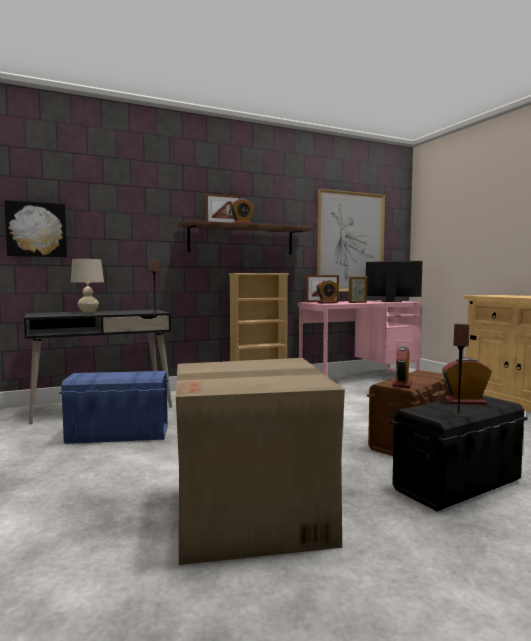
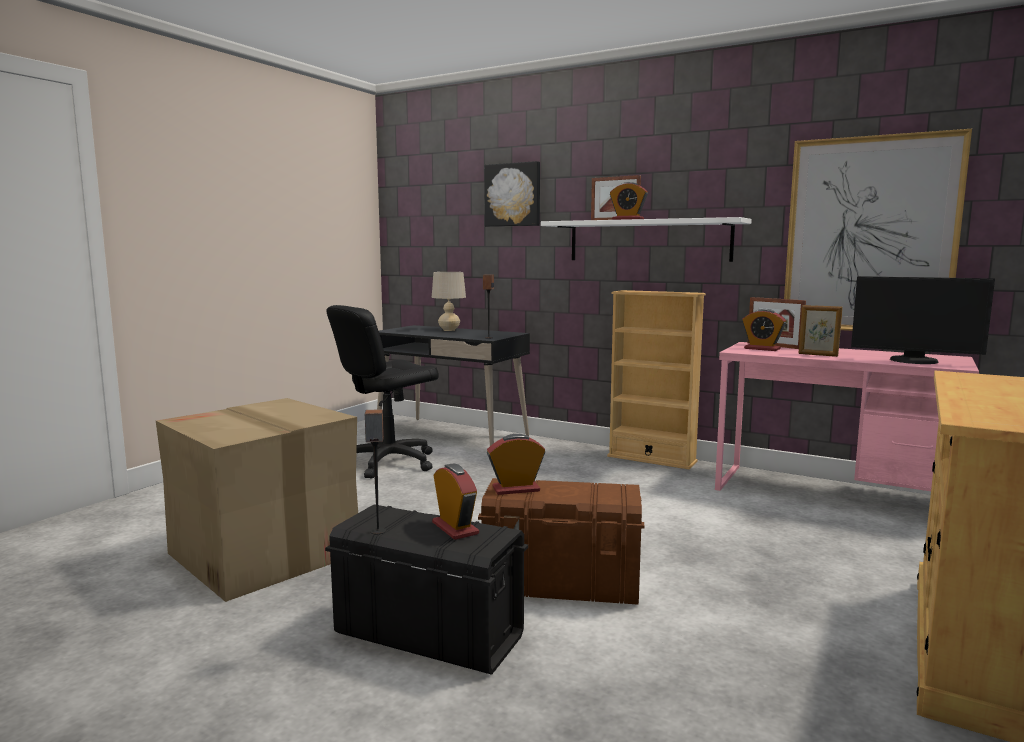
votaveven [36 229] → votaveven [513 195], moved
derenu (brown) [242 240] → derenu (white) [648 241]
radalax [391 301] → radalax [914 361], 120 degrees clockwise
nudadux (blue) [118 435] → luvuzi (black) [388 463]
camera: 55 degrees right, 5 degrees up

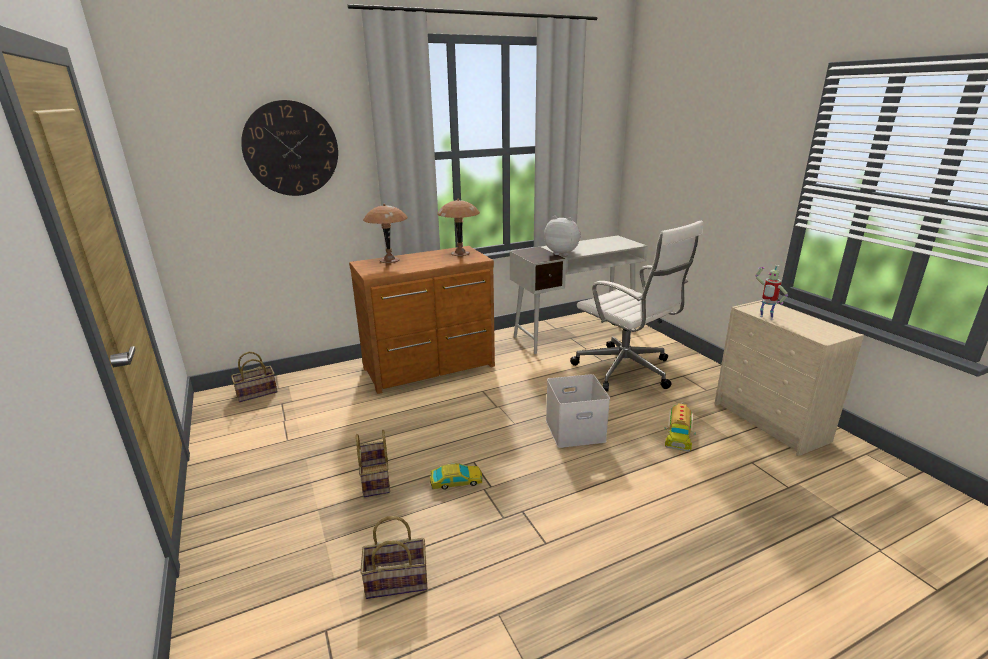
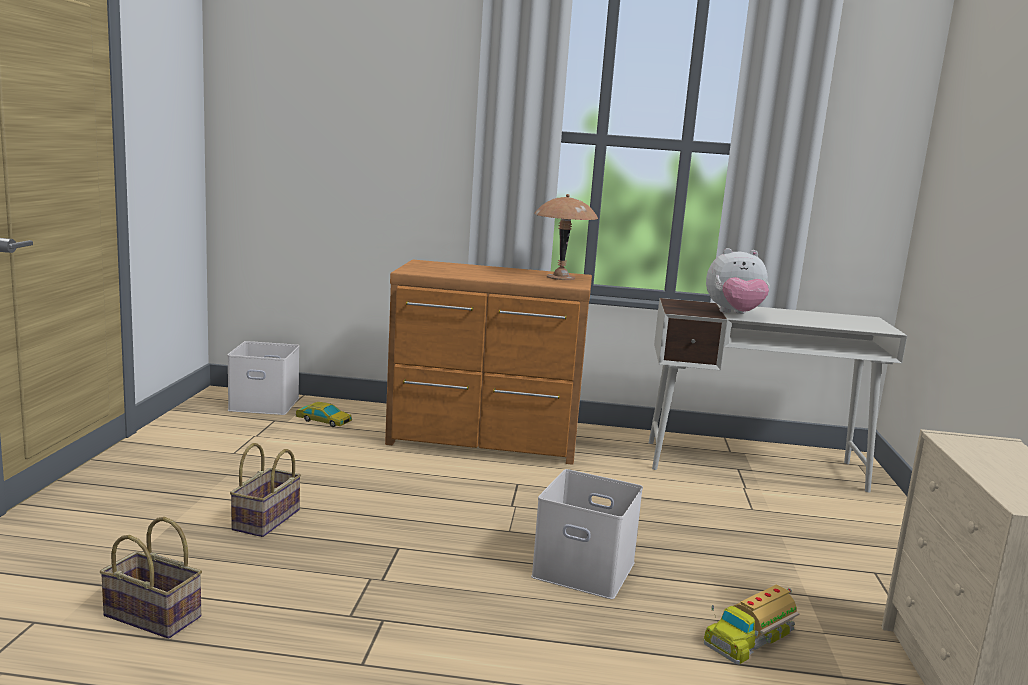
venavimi [291 149] → -
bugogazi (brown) [390 260] → -
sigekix [563 253] → sigekix [734 314], 120 degrees clockwise
luvuzi (white) [626 371] → -
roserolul [765 318] → -
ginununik [256 394] → nudadux (white) [262 404]
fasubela [456 481] → fasubela [323 421], moved
camera: 30 degrees right, 10 degrees down

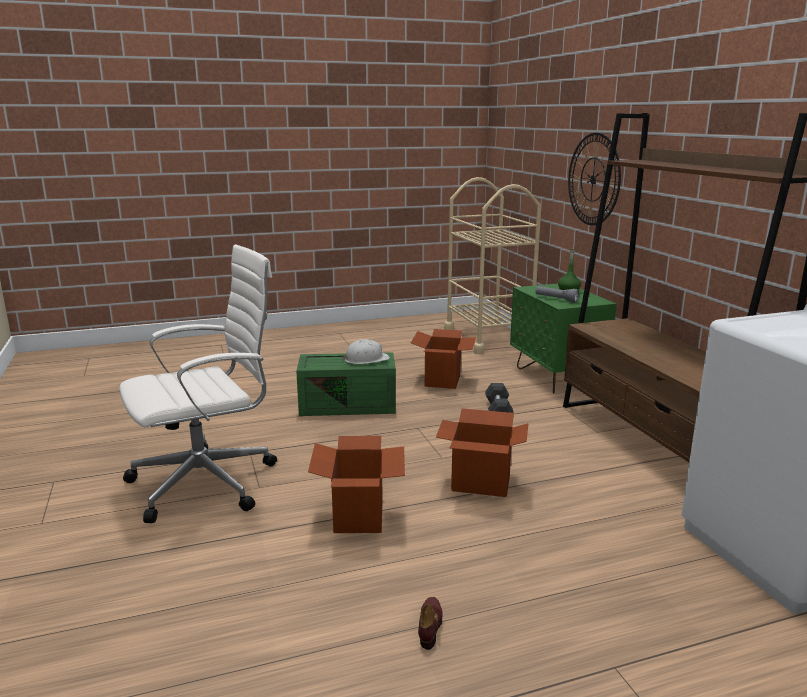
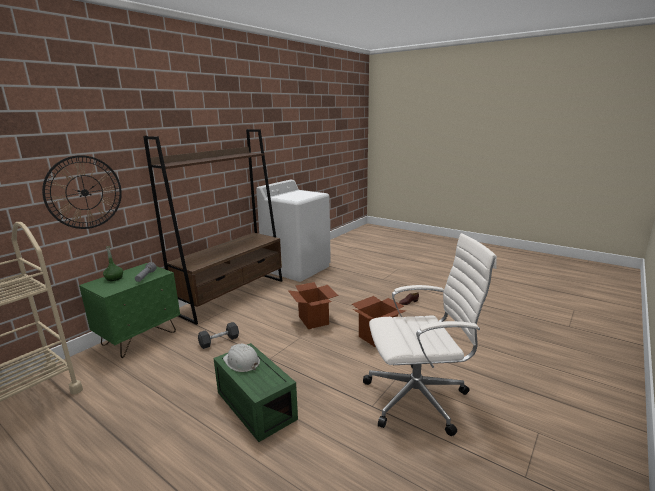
luvuzi (white) [208 482] → luvuzi (white) [419 398], 150 degrees clockwise
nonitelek [442 380] → -
camera: 125 degrees left, 0 degrees up

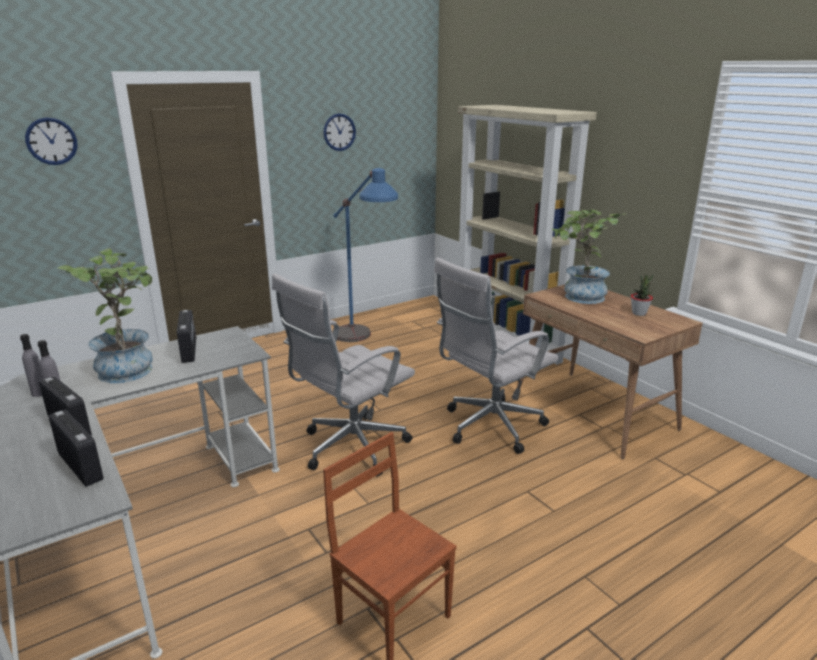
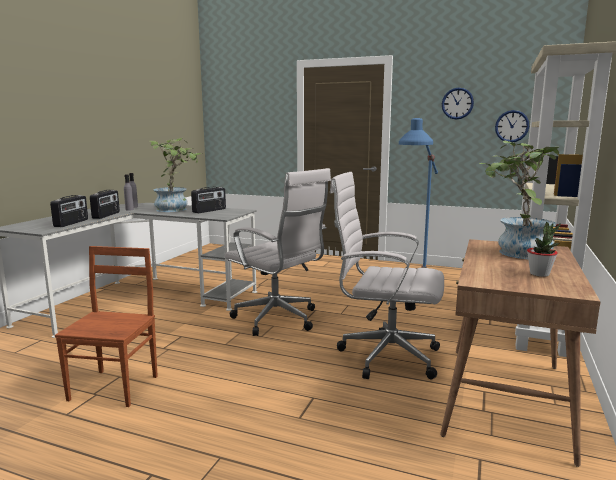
venavimi [51 141] → venavimi [512 126], moved
luvuzi (white) [350 448] → luvuzi (white) [279 320], 150 degrees counterclockwise
camera: 55 degrees right, 10 degrees down

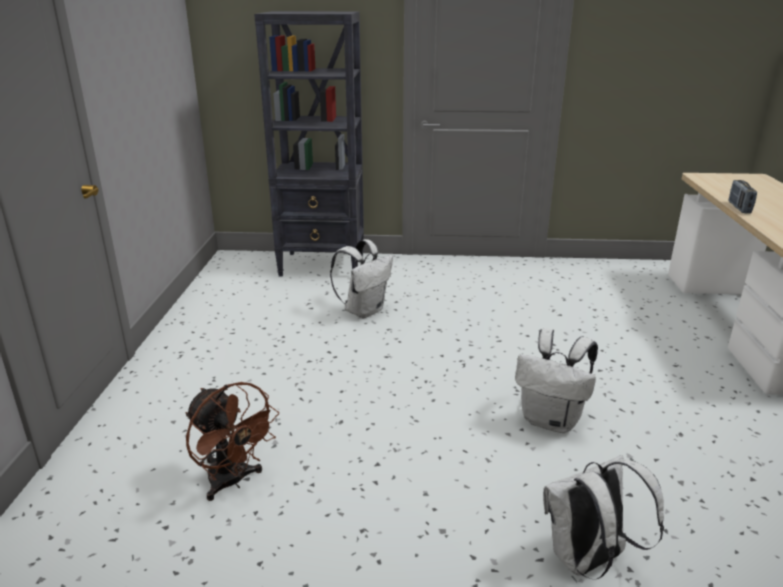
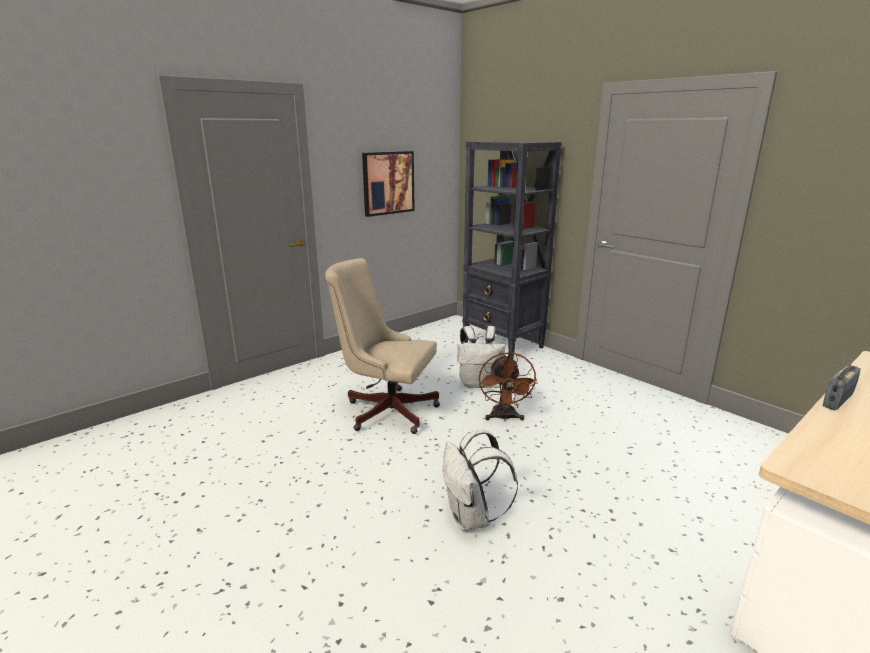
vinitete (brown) [233 482] → vinitete (brown) [504 418], moved
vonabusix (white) [587 560] → -
- → votaveven [388 183]
- → luvuzi (beige) [386 410]
camera: 45 degrees right, 5 degrees down

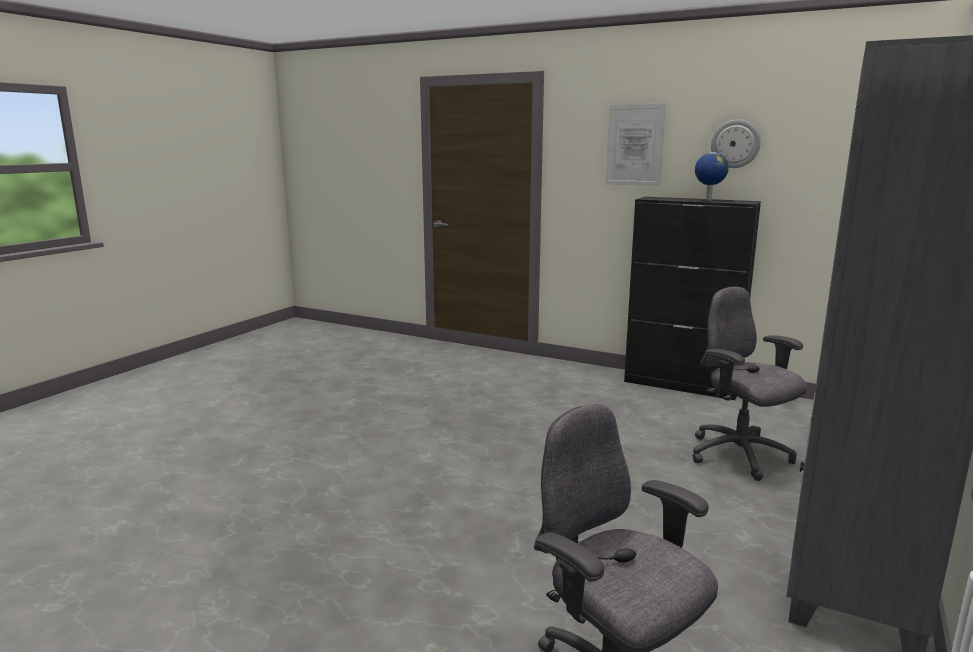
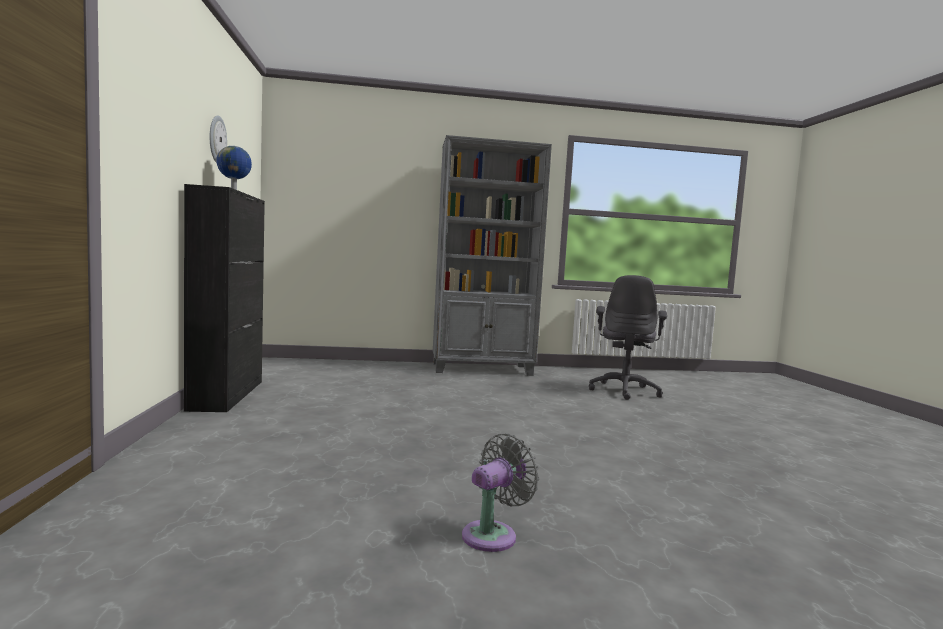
votaveven [635 145] → -
luvuzi (grey) [740 456] → -
- → vinitete (grey) [493 534]
camera: 125 degrees left, 10 degrees down

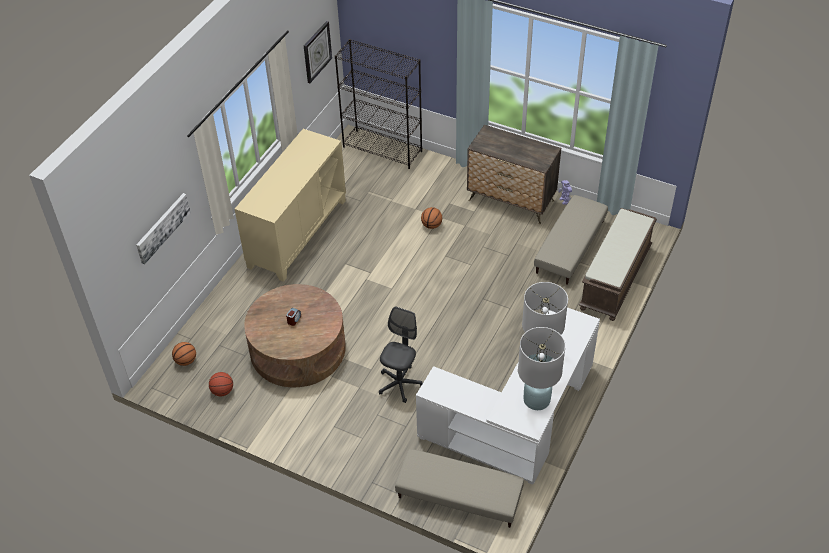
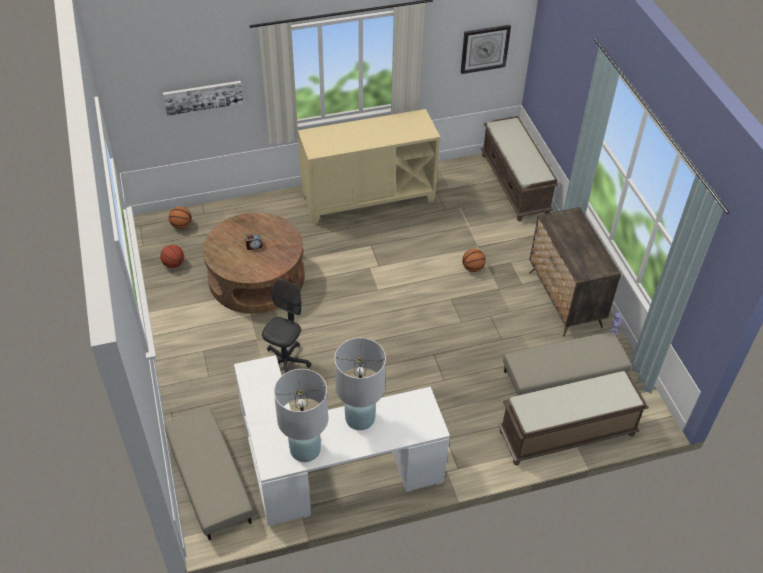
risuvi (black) [383 149] → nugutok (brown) [515 184]
luvuzi (grey) [400 384] → luvuzi (grey) [285 362], 45 degrees counterclockwise
camera: 45 degrees right, 0 degrees up

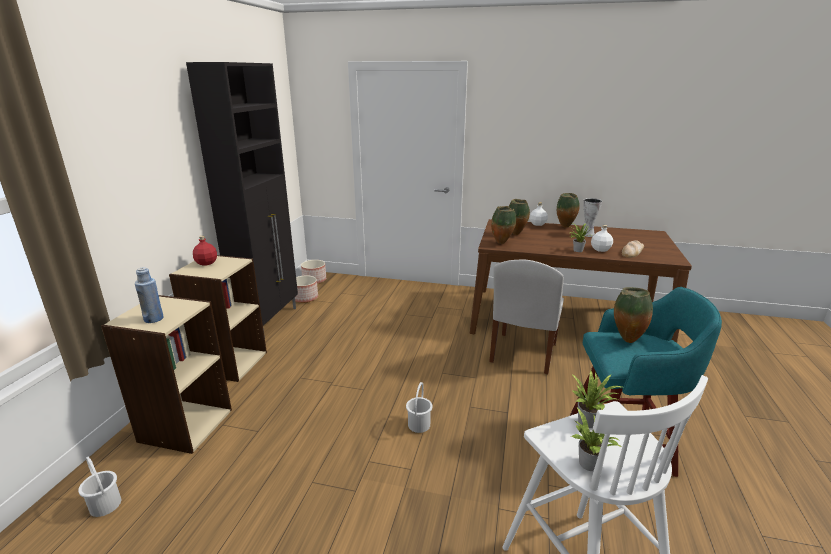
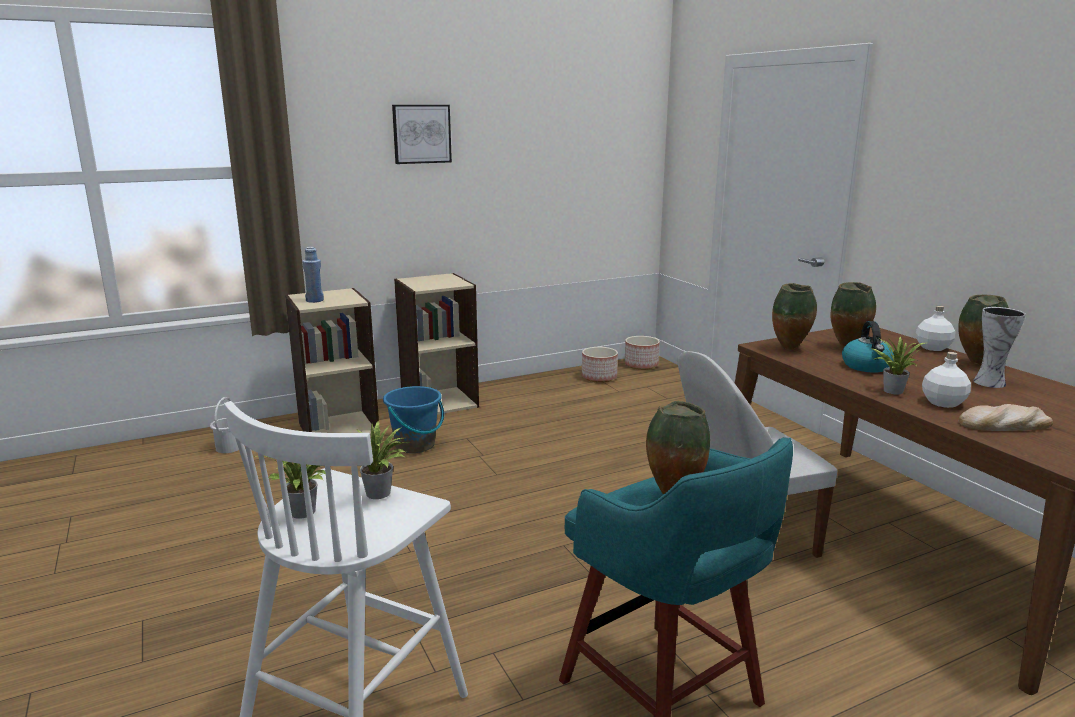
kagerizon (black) [269 321] → -
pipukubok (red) [206 263] → -
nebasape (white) [418 425] → -
- → votaveven [421 134]
- → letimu [867 366]
- → nebasape (blue) [415 445]
camera: 50 degrees right, 5 degrees down

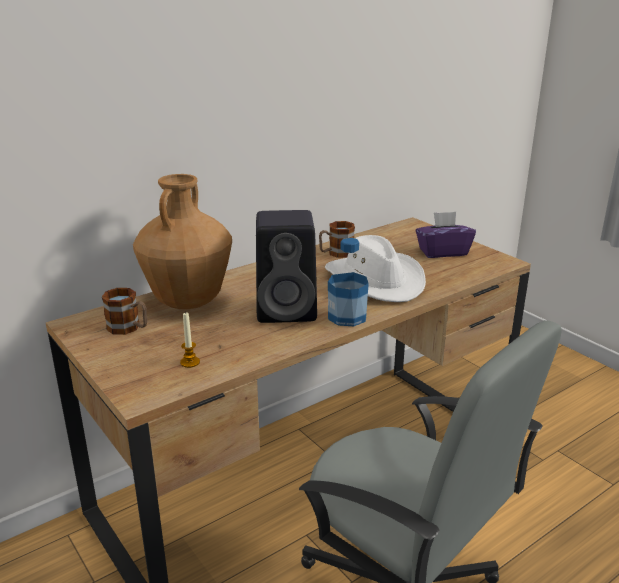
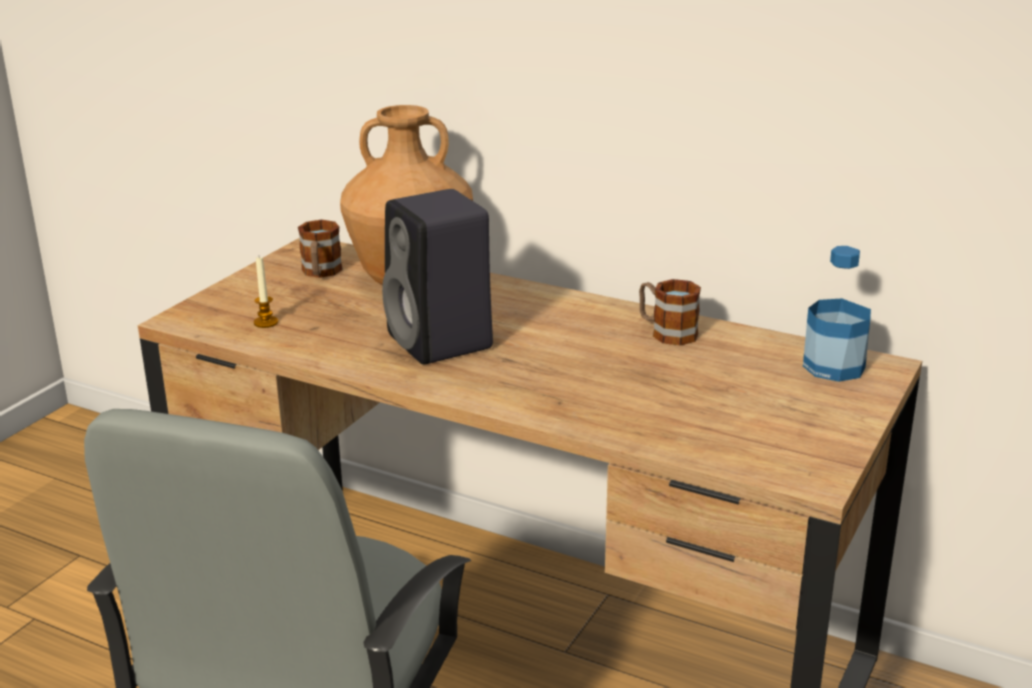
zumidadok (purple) [443 252] → -
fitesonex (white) [376 280] → -
pipukubok [347 316] → pipukubok [834 367], moved
camera: 65 degrees right, 0 degrees up

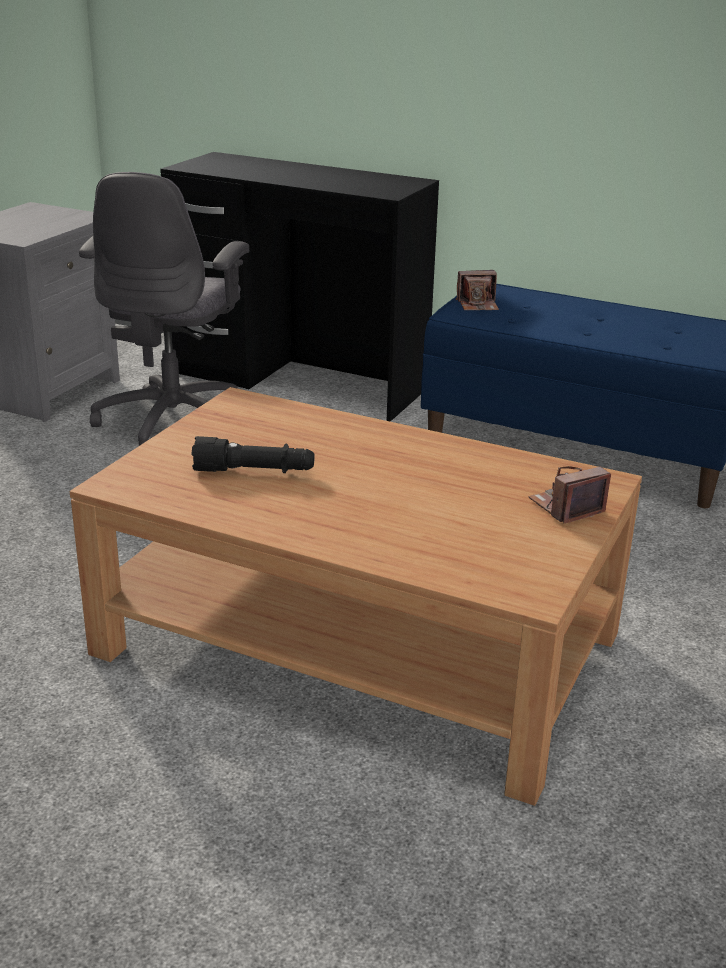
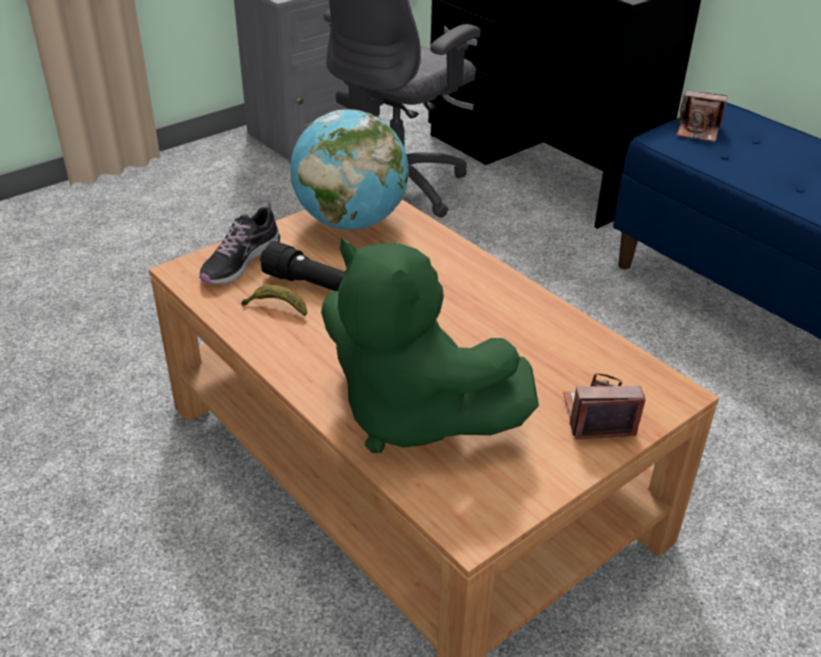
- → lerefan [351 222]
- → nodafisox [240 262]
- → sigekix (green) [411 415]
- → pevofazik [276 308]
camera: 25 degrees right, 10 degrees up

